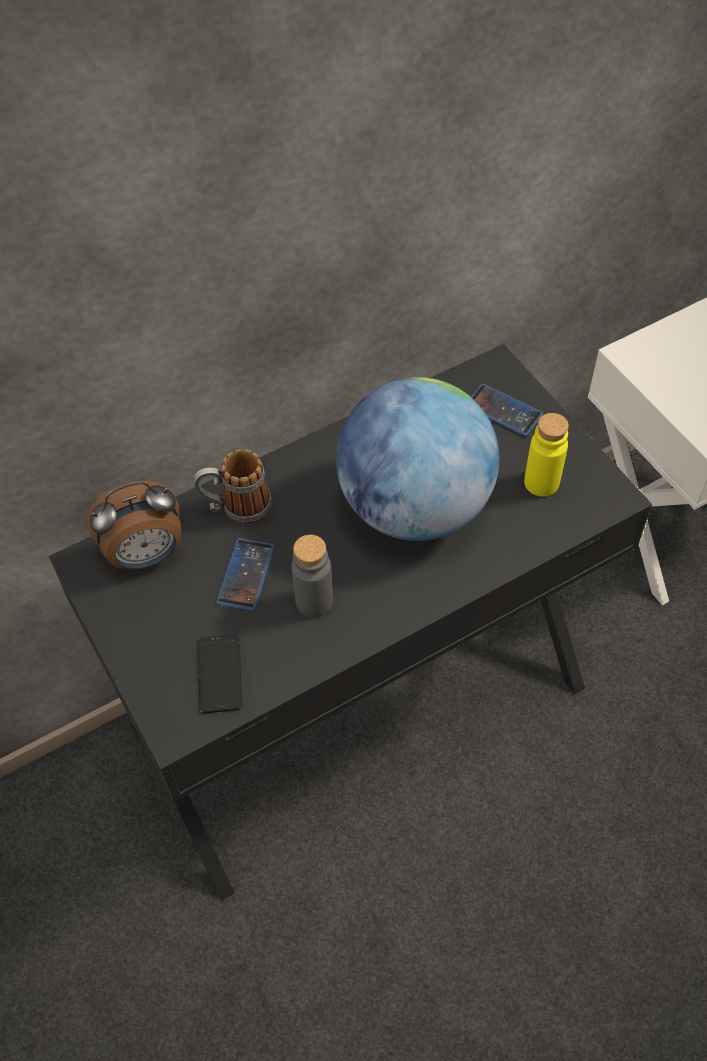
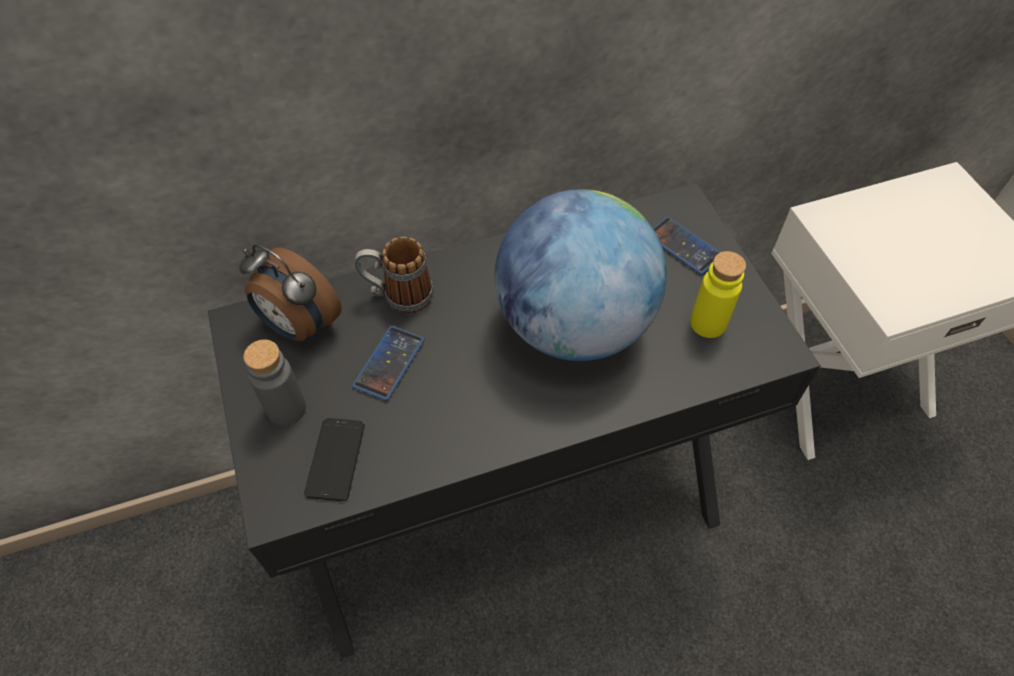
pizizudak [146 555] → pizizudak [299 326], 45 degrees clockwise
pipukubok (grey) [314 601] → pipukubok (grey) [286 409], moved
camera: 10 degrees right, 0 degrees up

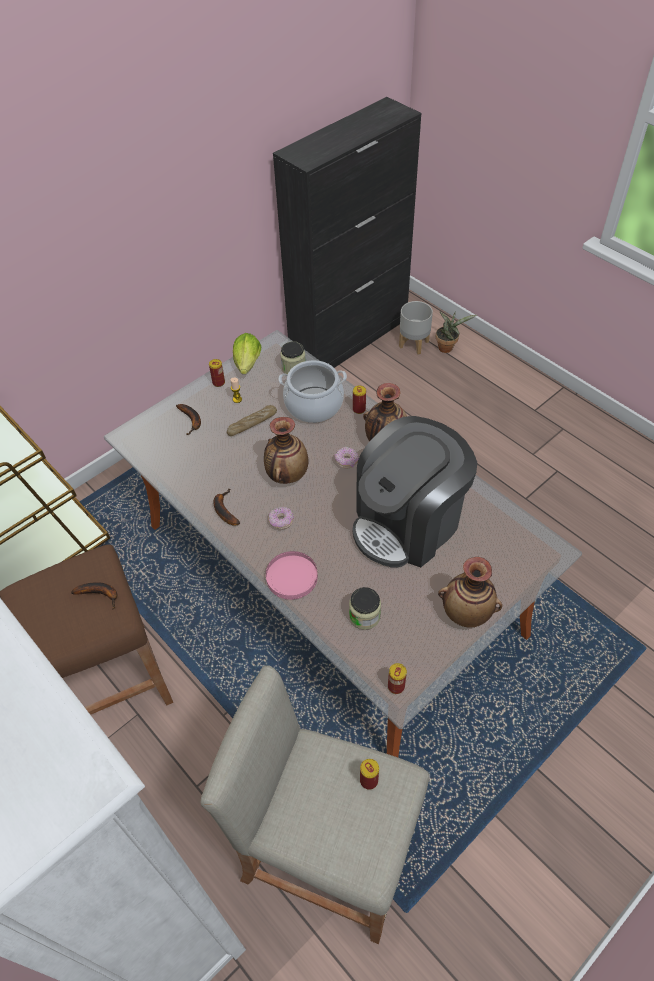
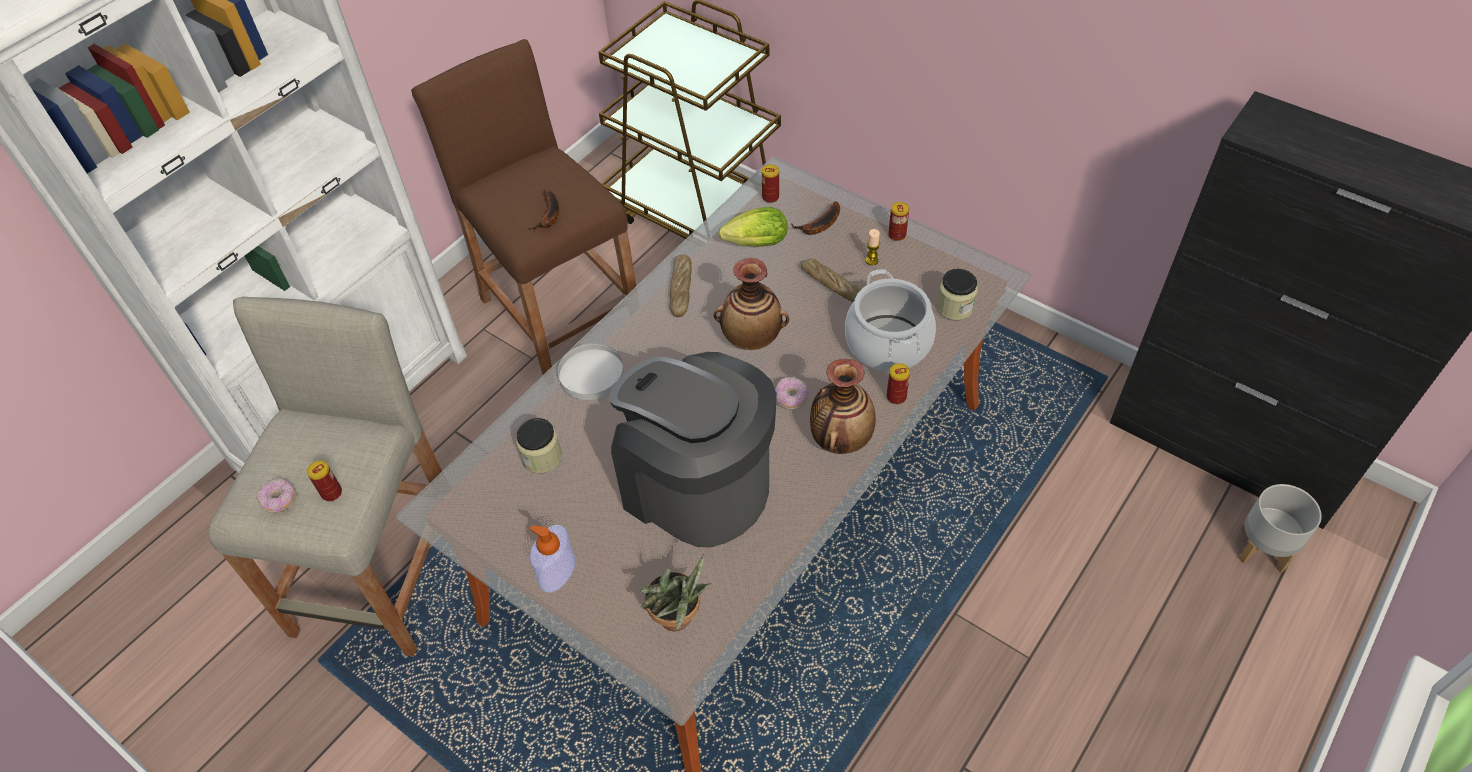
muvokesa [447 347] → muvokesa [679 620], moved
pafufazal [247 366] → pafufazal [753 244], moved
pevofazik [224 510] → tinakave [681 289]
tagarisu [281 521] → tagarisu [279 500], moved
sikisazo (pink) [292 577] → sikisazo (white) [591 374]
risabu [466 612] → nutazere [557 571]
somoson [396 686] → somoson [770 197], moved
camera: 80 degrees right, 0 degrees up

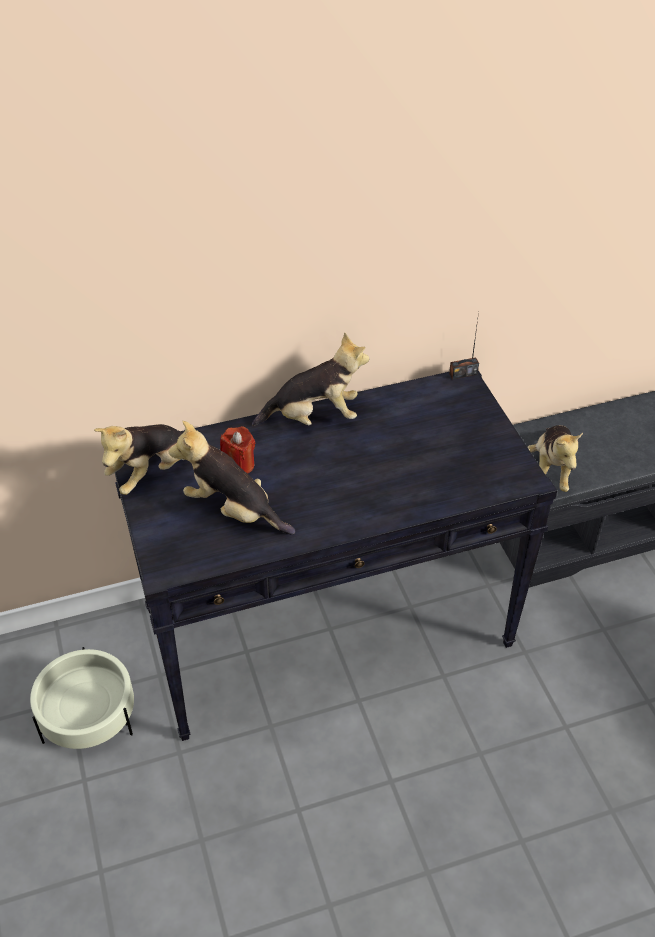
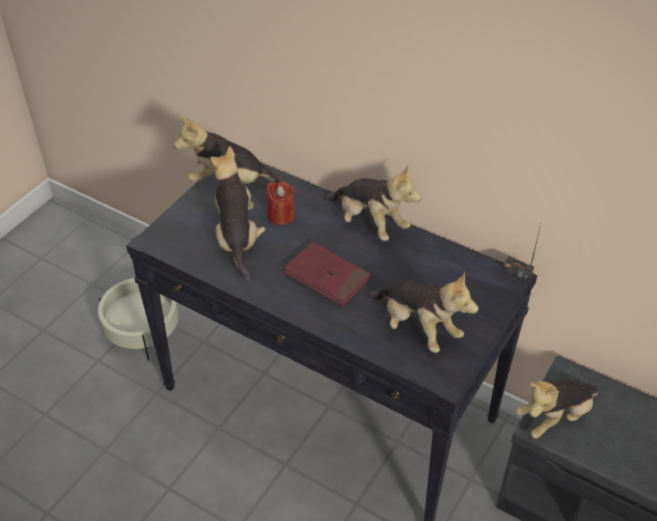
- → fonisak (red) [327 276]
- → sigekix [417 328]
camera: 50 degrees right, 0 degrees up

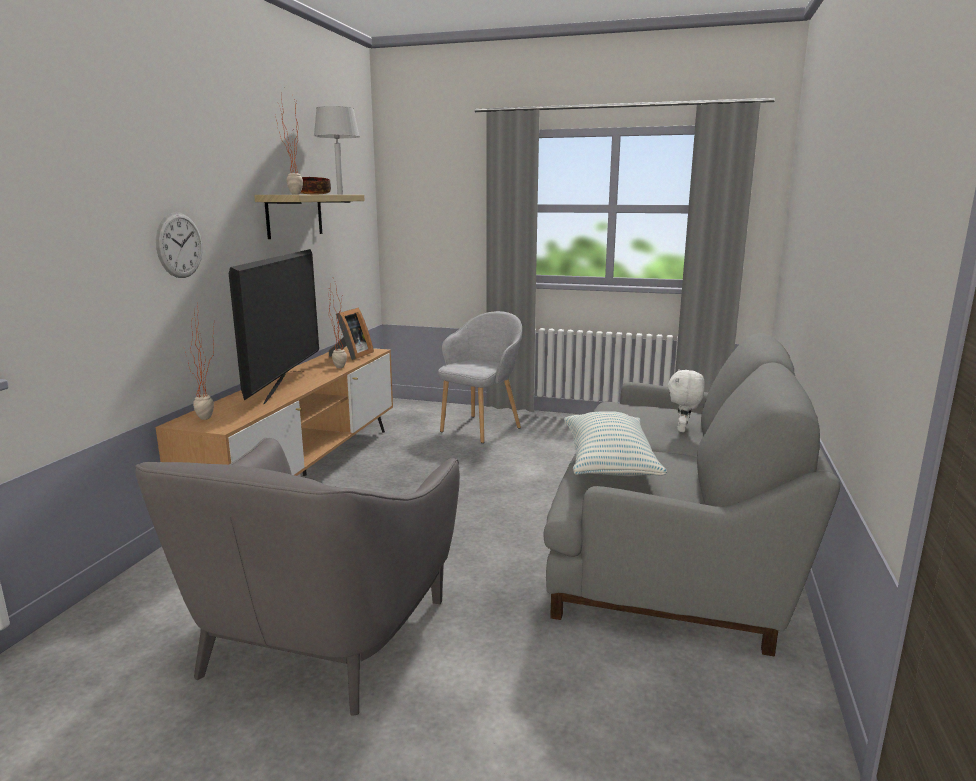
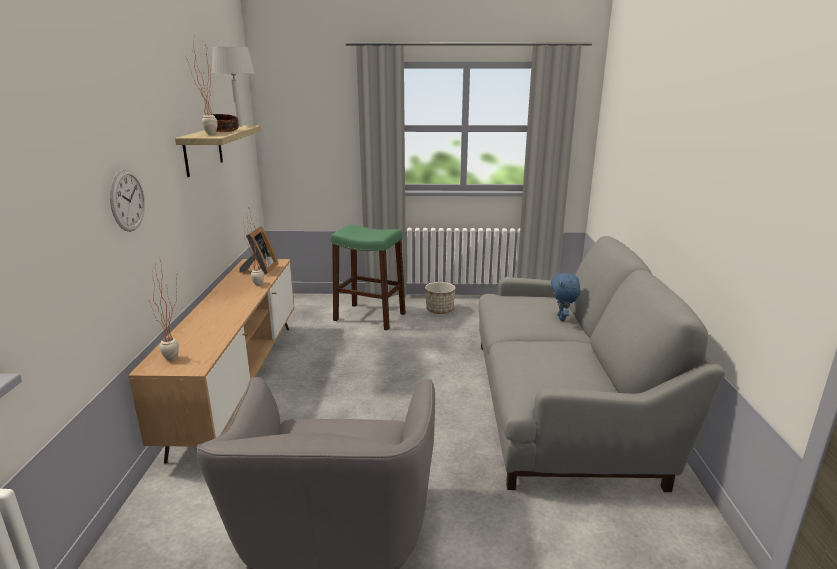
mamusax [285 386] → -
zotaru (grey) [481 428] → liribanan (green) [370 317]
sigekix (white) [683 429] → sigekix (blue) [562 318]
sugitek [608 464] → -
- → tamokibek [440 310]
camera: 15 degrees left, 5 degrees up

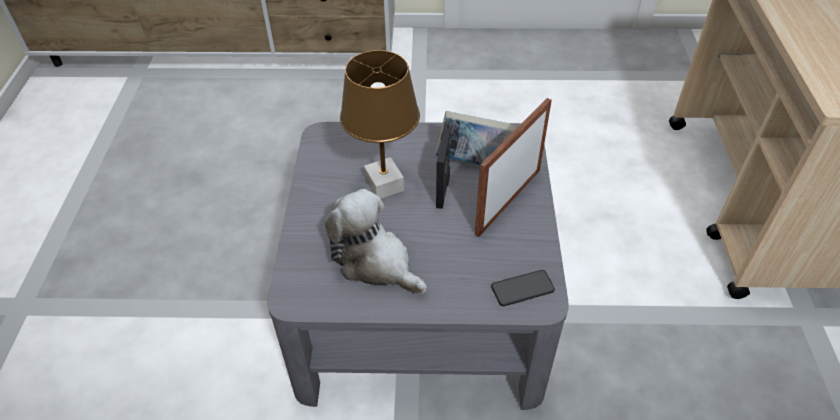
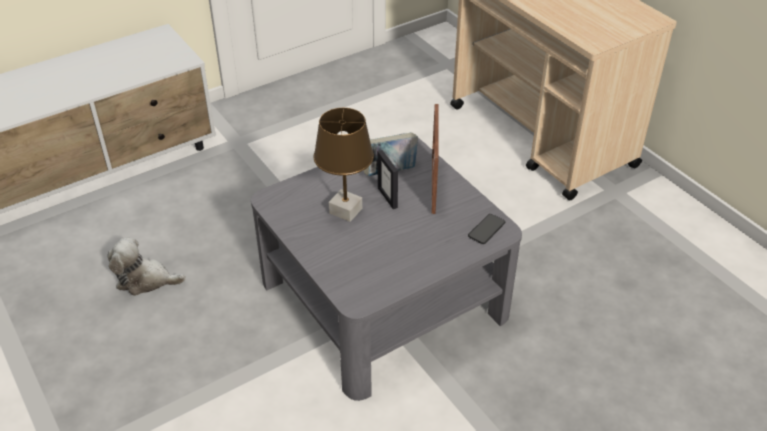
sigekix [375 262] → sigekix [145 280], moved
camera: 35 degrees left, 5 degrees down

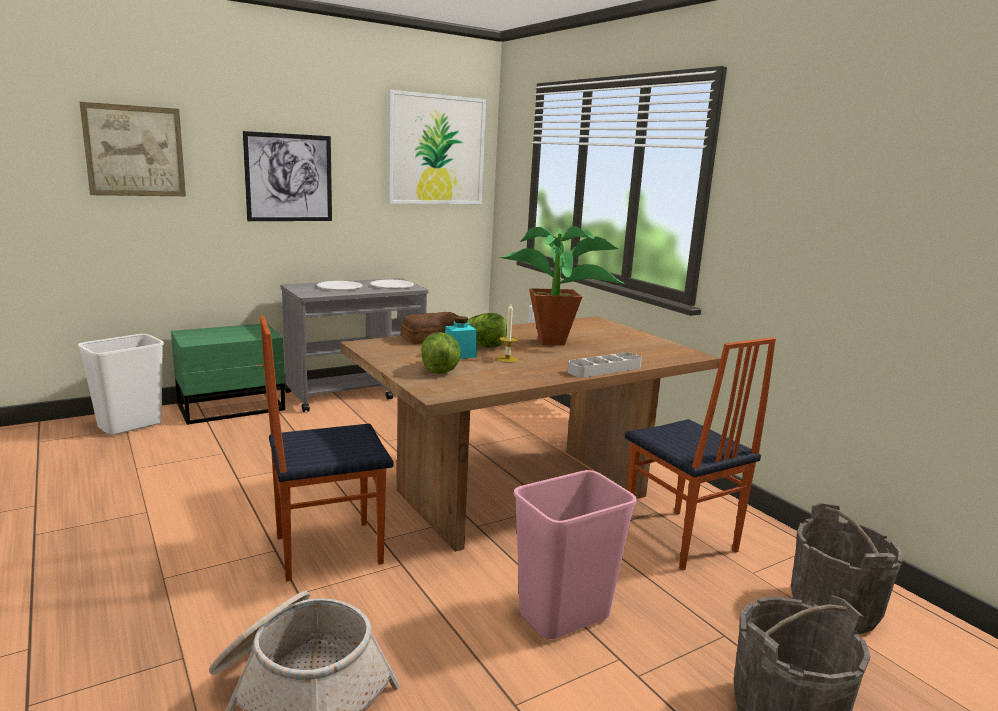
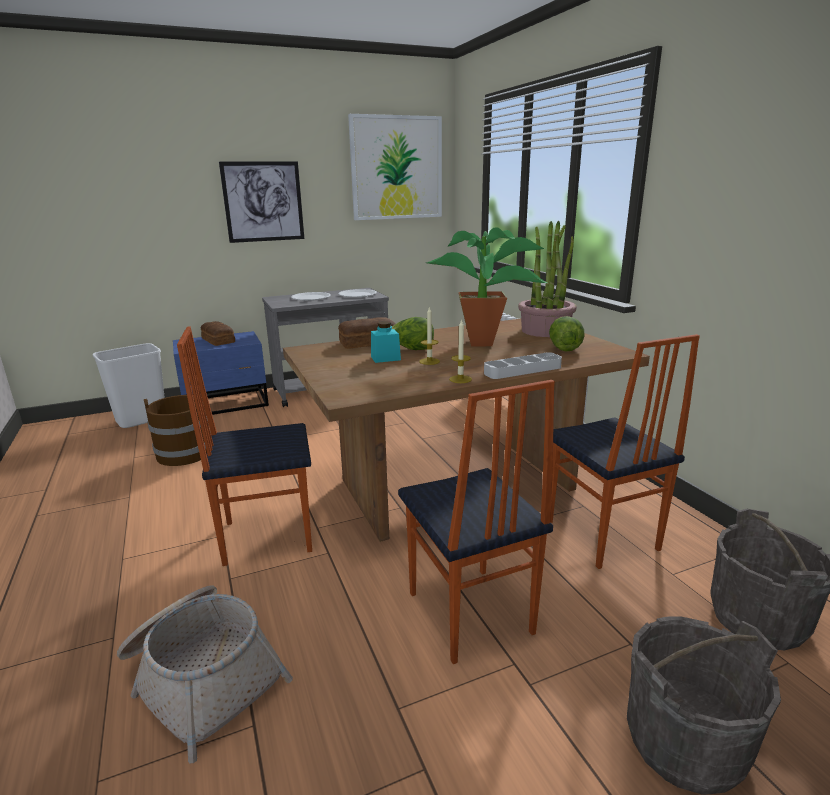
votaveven [135 151] → -
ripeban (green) [233 408] → ripeban (blue) [227 404]
pafufazal [440 370] → pafufazal [564 348], moved
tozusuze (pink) [564 617] → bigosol [468 614]
- → muvokesa [545 330]
- → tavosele [460 379]
- → tinakave [218 340]
- → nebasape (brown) [185 453]
camera: 10 degrees right, 5 degrees up

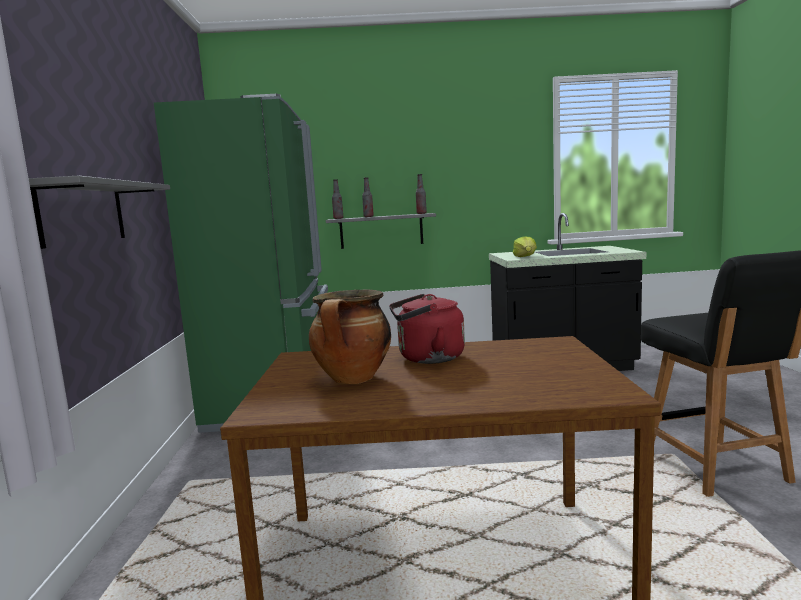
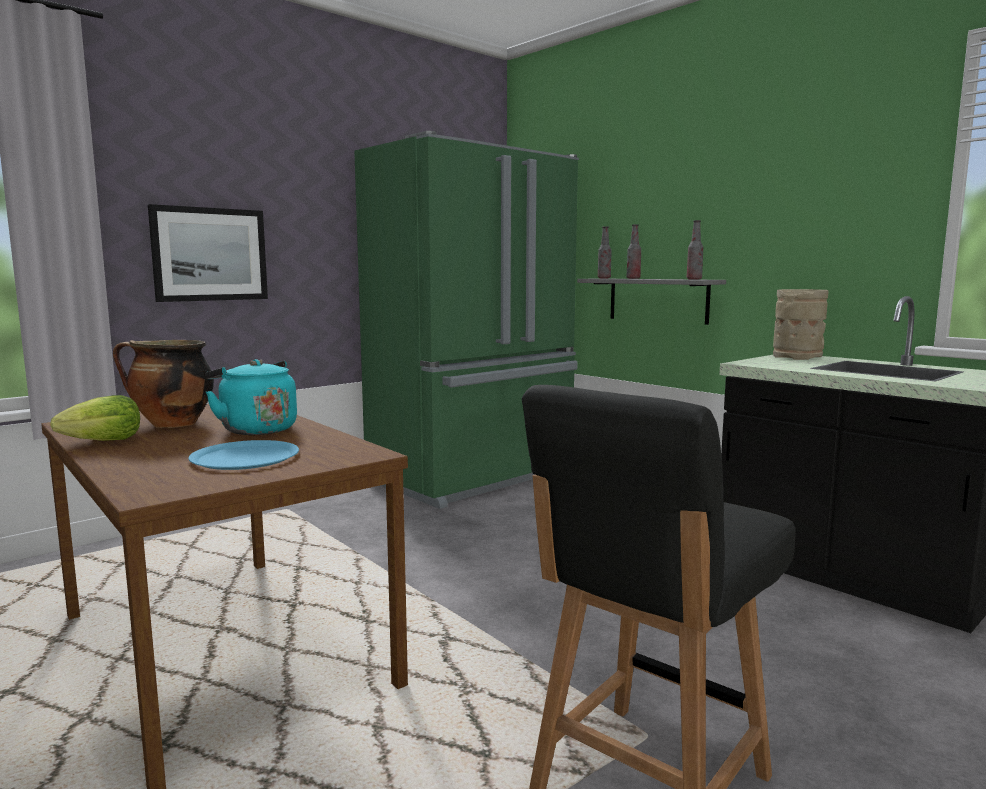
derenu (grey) [83 213] → votaveven [210 254]
pafufazal [525 257] → pafufazal [104 441], moved
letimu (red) [427 358] → letimu (turquoise) [255 429]
- → risabu (beige) [798 357]
- → sikisazo (blue) [245 457]
camera: 50 degrees right, 0 degrees up

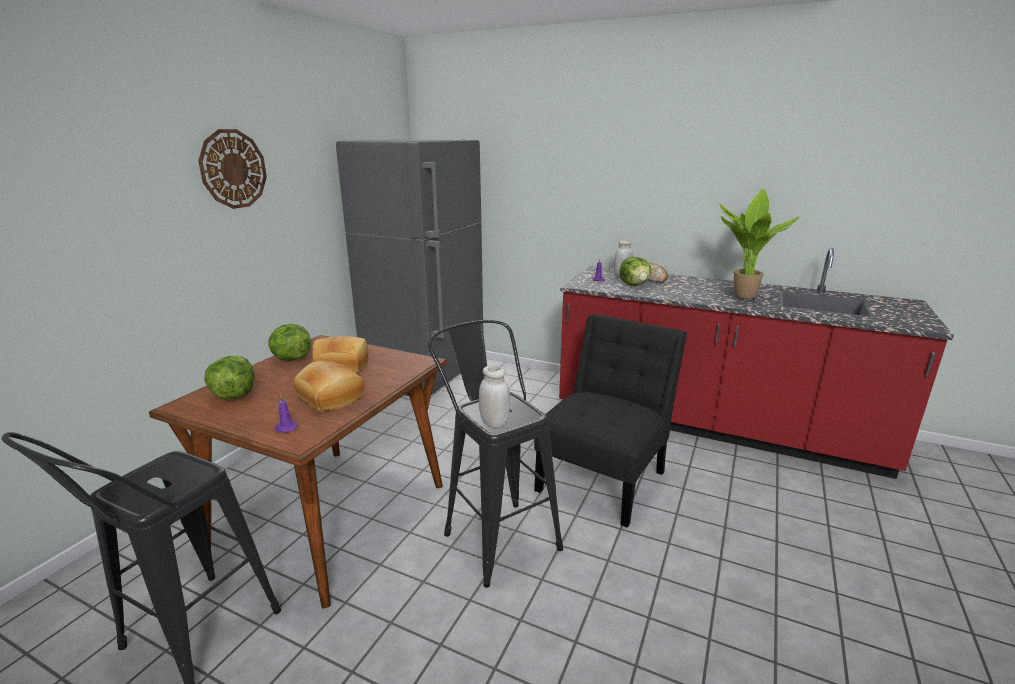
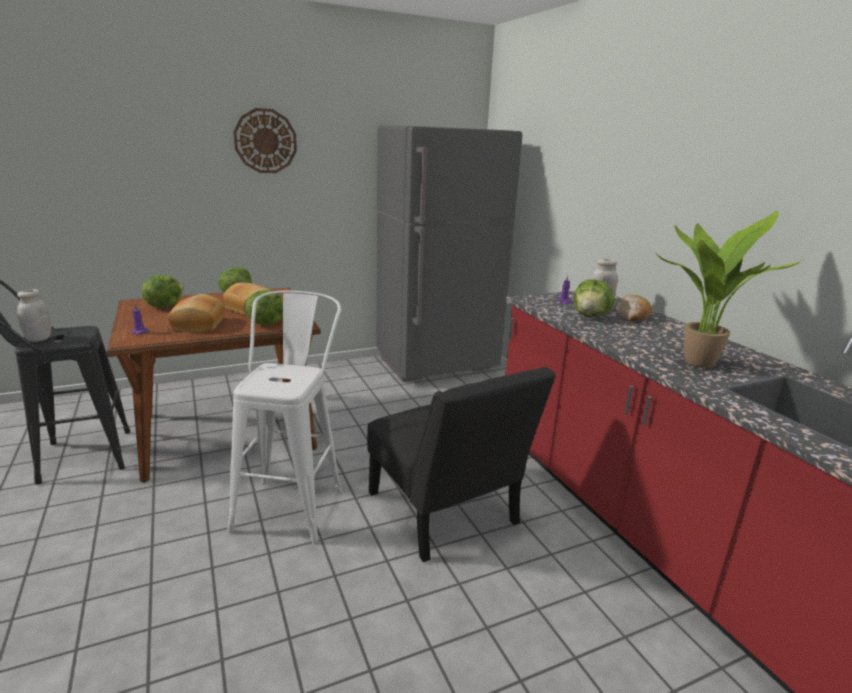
bigosol (black) [604 477] → bigosol (black) [446 514], 75 degrees clockwise
liribanan (black) [496 534] → liribanan (white) [293 502]
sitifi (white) [494 423] → sitifi (white) [39 338], moved
- → pafufazal [267 323]
camera: 40 degrees right, 0 degrees up

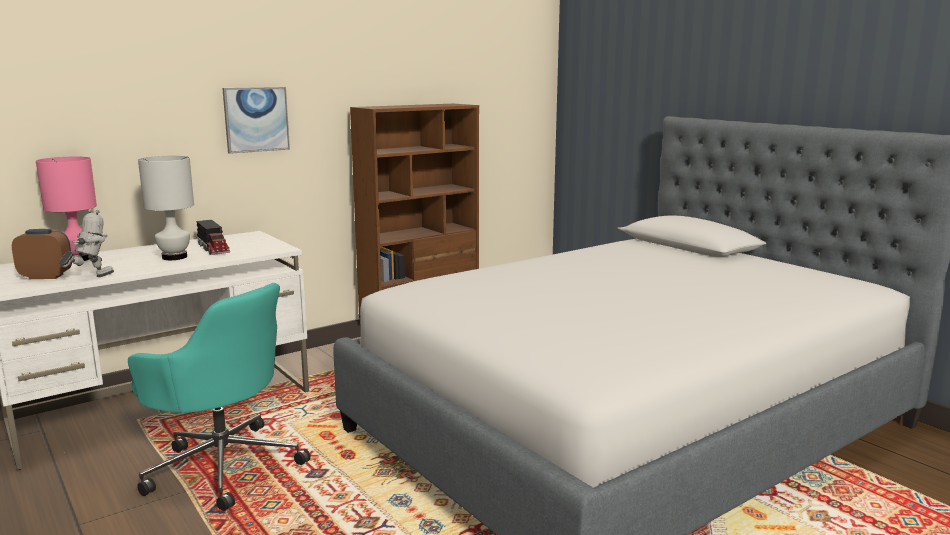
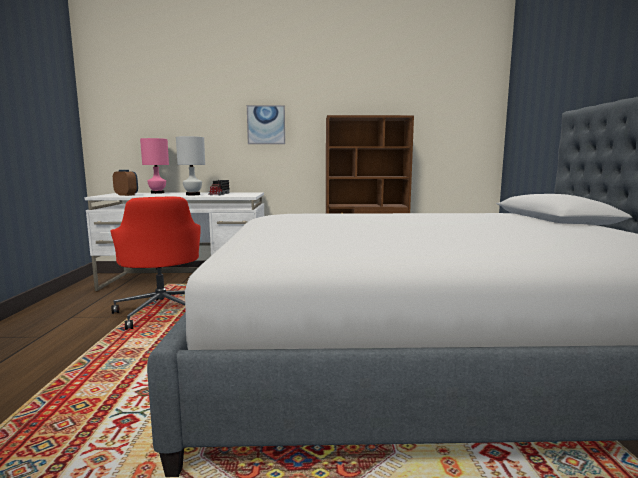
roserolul [90 277] → -
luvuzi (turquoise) [223 465] → luvuzi (red) [163 311]
camera: 35 degrees right, 5 degrees down

